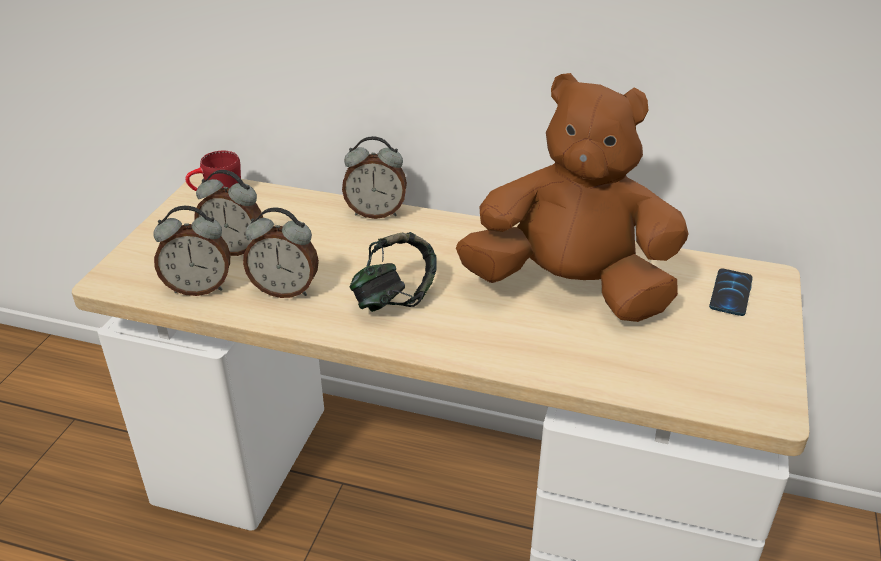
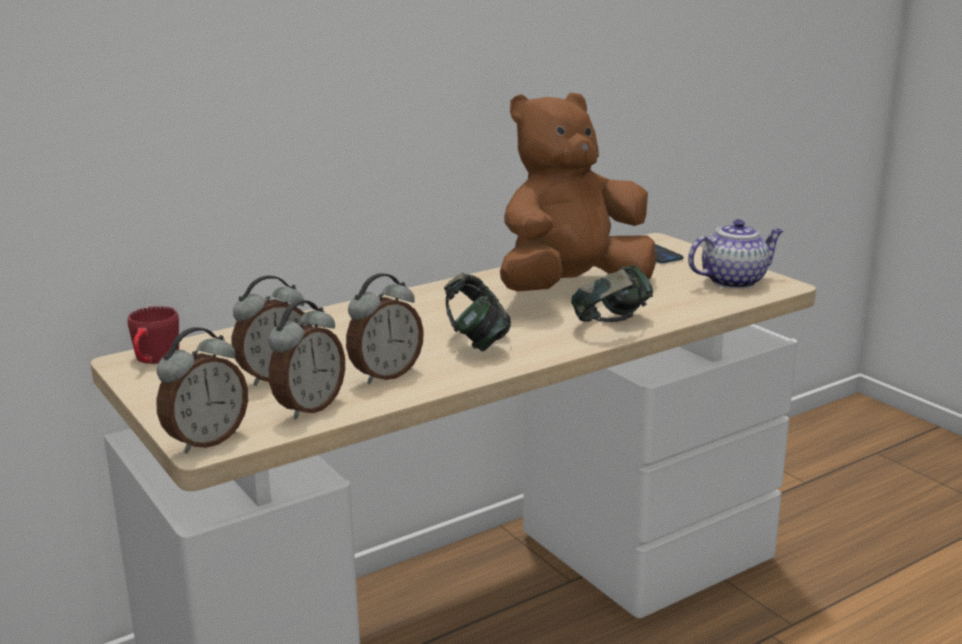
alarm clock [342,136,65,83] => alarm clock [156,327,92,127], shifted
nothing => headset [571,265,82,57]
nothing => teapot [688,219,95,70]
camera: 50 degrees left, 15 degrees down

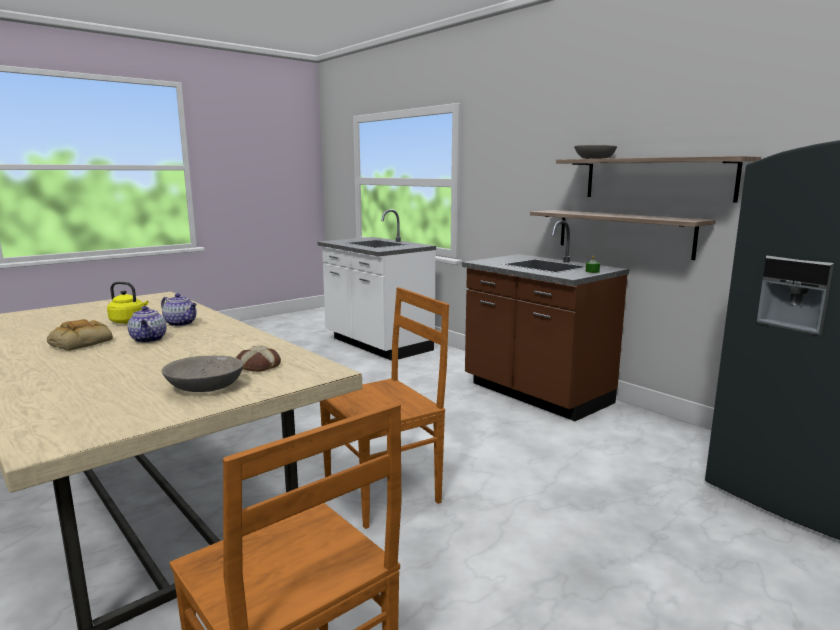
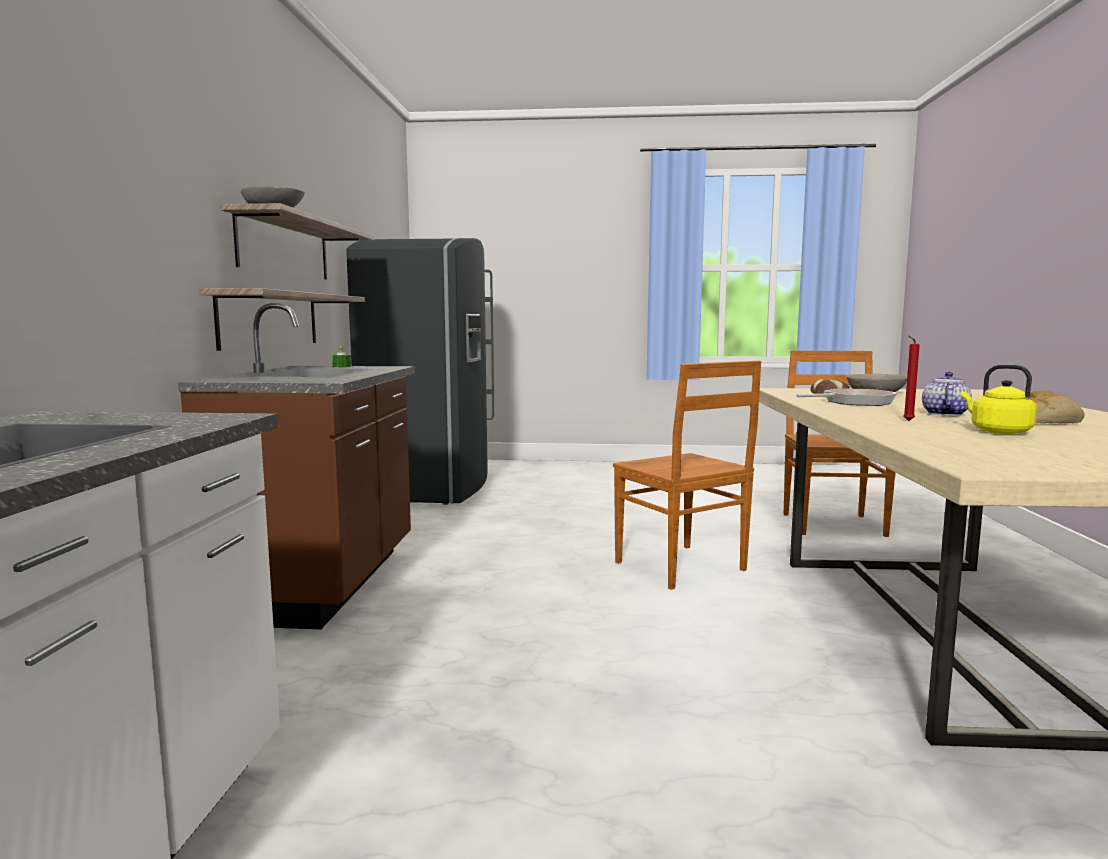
teapot [161,293,36,33] => red-coloured wax candle [903,335,17,86]
brown-coloured chair [320,287,129,242] => brown-coloured chair [613,361,148,229], 135 degrees counterclockwise
nothing => pan [796,388,101,18]
camera: 135 degrees left, 5 degrees down

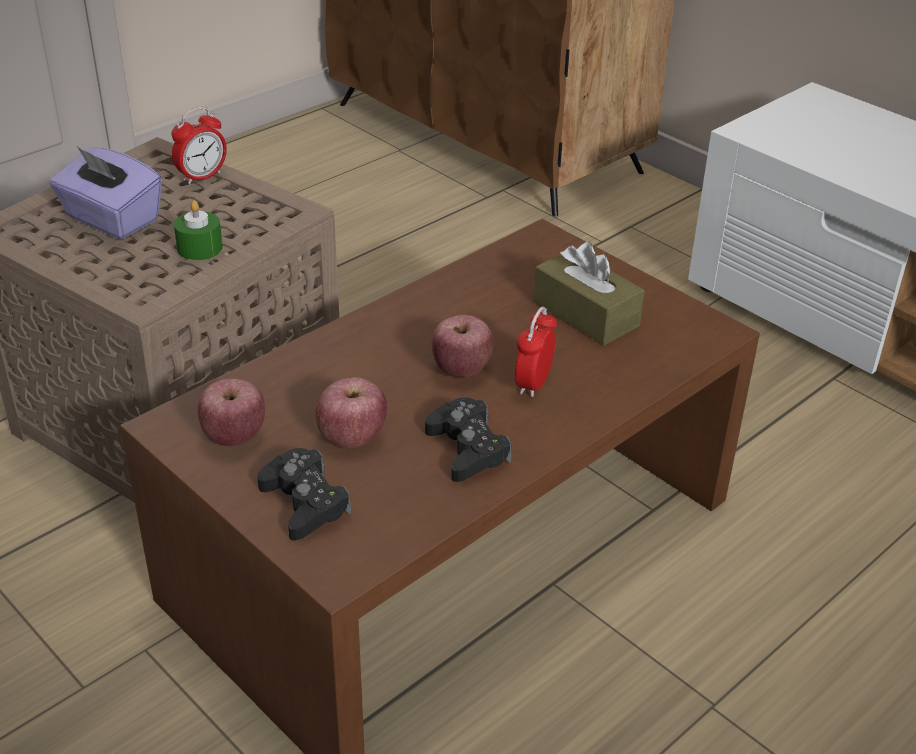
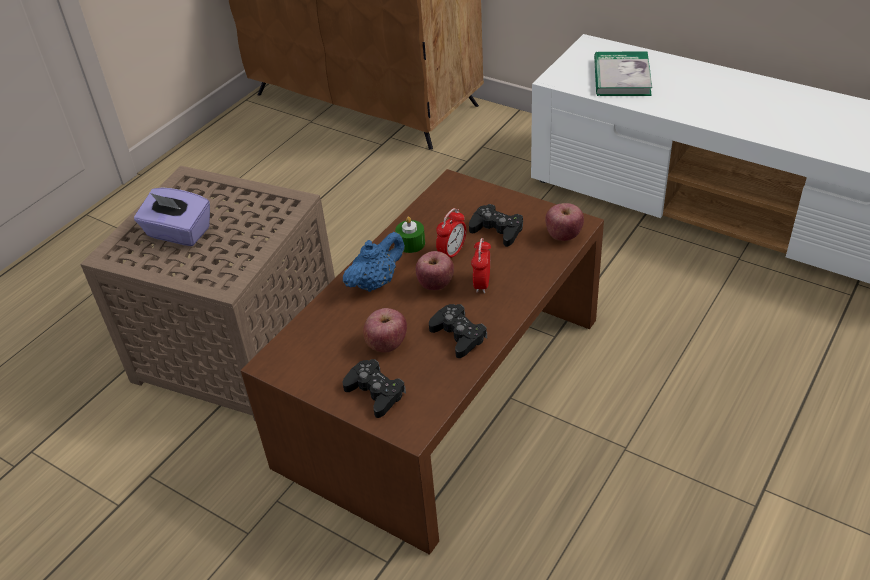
alarm clock [171,107,56,78] => alarm clock [436,208,30,50], shifted
green-coloured wax candle [174,201,49,59] => green-coloured wax candle [395,217,30,36], shifted
apple [198,378,67,68] => apple [545,203,39,38], shifted
brown-coloured box of tissues [534,242,110,104] => black gamepad [469,204,54,43]
nothing => blue teapot [343,232,62,60]
nothing => book [594,51,58,45]
camera: 10 degrees left, 5 degrees up

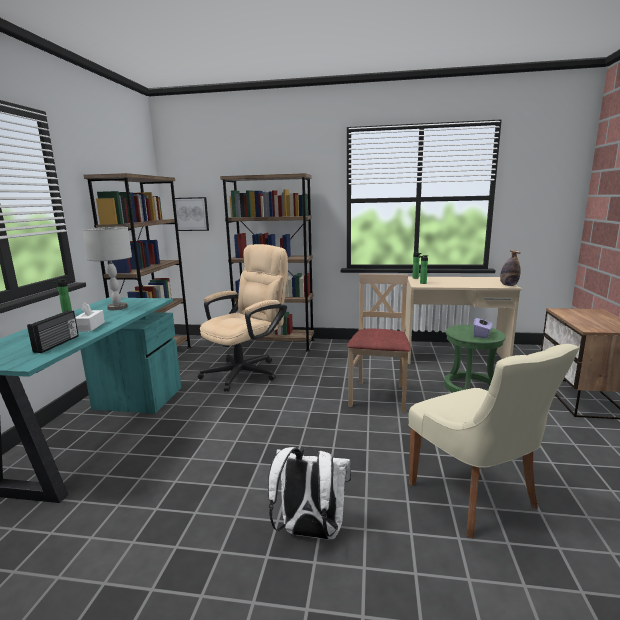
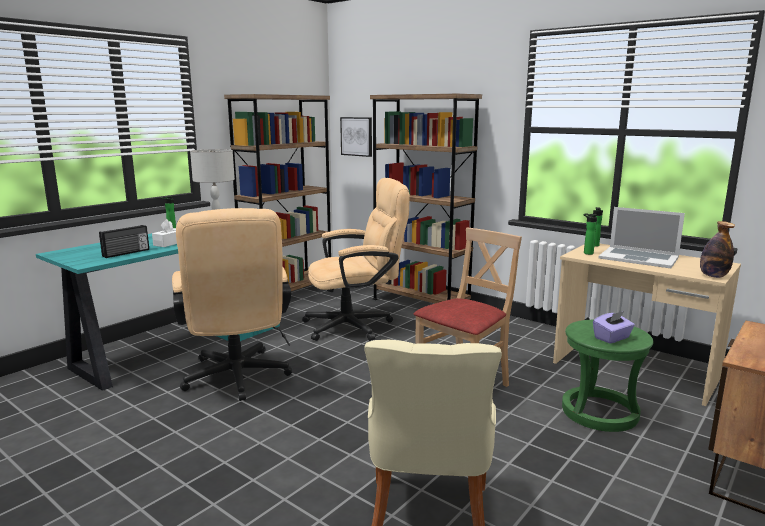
whitish knapsack [268,447,83,93] => nothing
nothing => sand-coloured desk chair [172,208,120,193]
nothing => portable computer [598,207,87,61]
camera: 30 degrees right, 0 degrees up

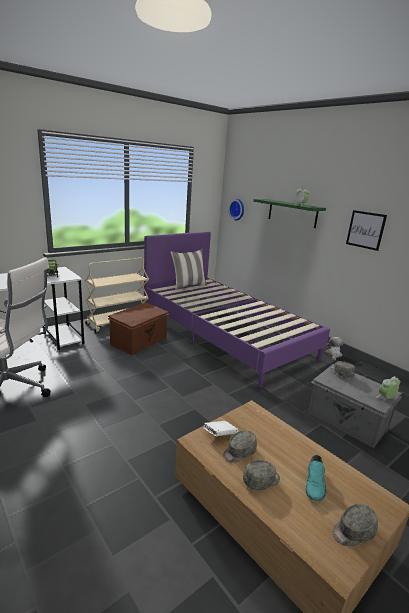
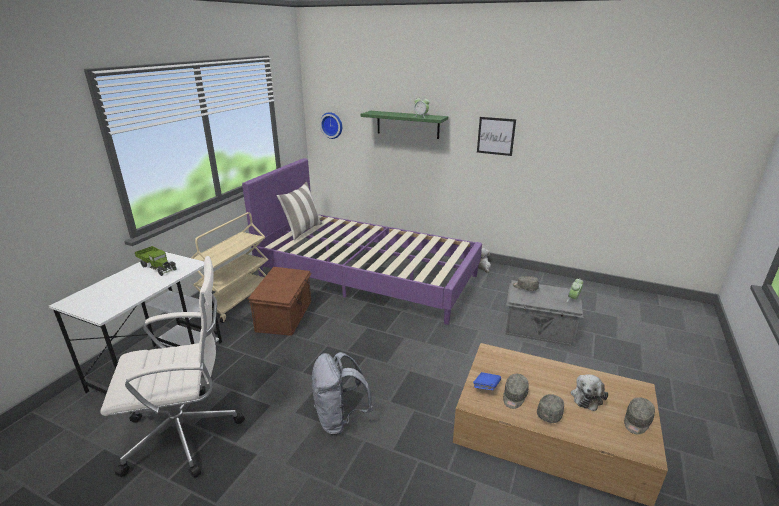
whitish book [204,421,34,15] => blue book [473,372,28,18]
blue-green item of footwear [305,455,22,46] => cuddly toy [570,374,38,37]
nothing => gray knapsack [311,352,62,83]
camera: 25 degrees left, 5 degrees up

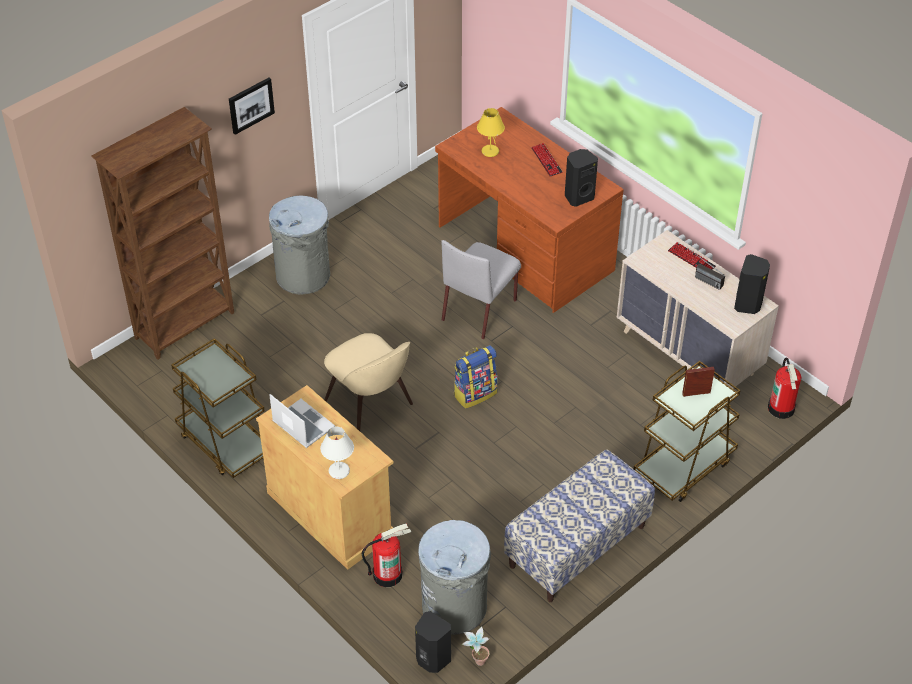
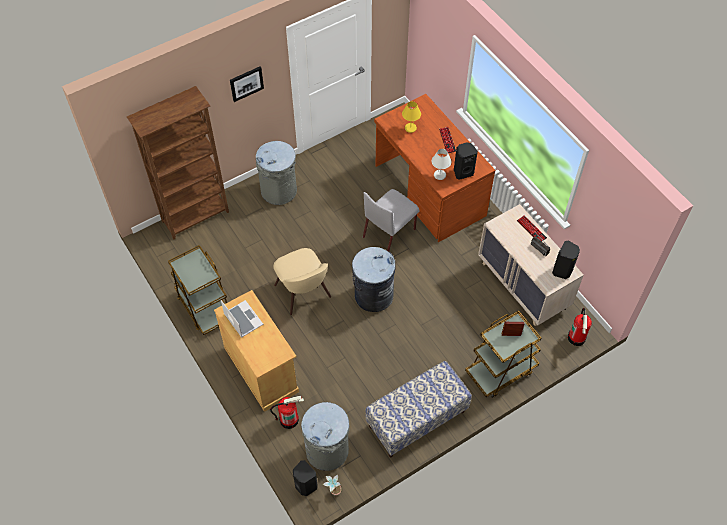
whitish lamp for a table [320,427,34,52] => whitish lamp for a table [431,149,20,31], shifted
knapsack [454,345,44,64] => gray waste bin [352,247,44,65]
camera: 10 degrees right, 10 degrees up

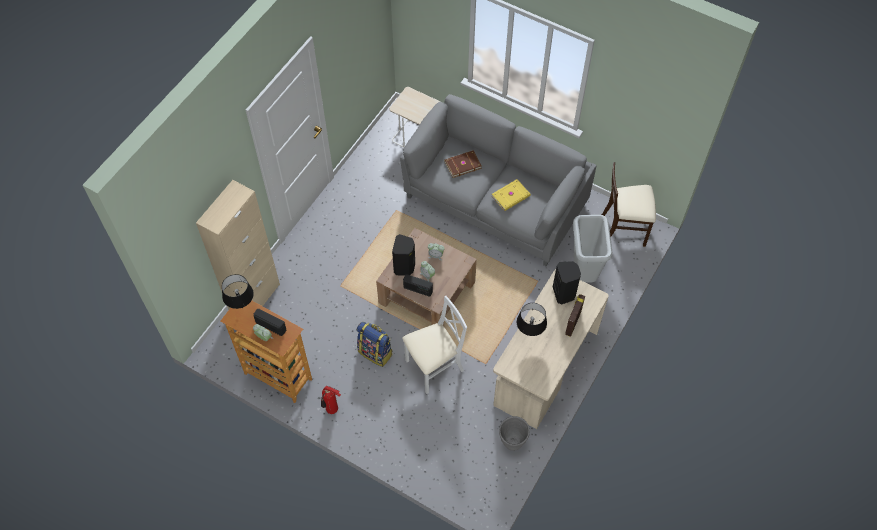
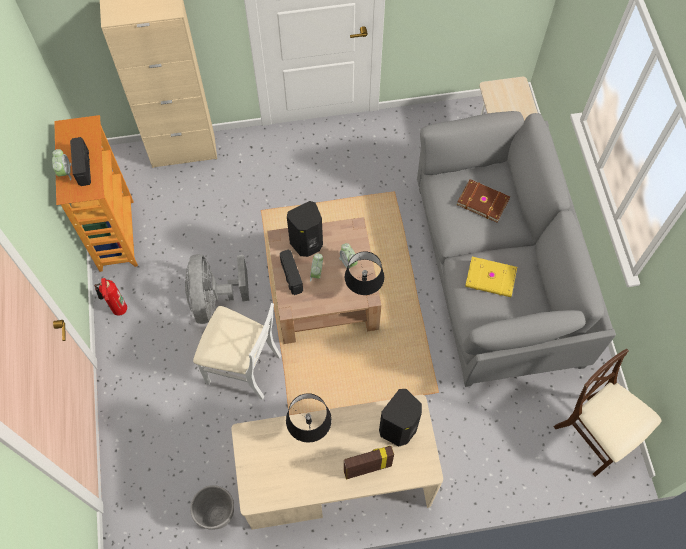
black lamp for a table [222,274,32,35] => black lamp for a table [345,251,39,44], shifted
knapsack [357,322,36,45] => gray cooling fan [185,254,64,70]
gray waste bin [573,215,39,68] => nothing
camera: 50 degrees right, 5 degrees up

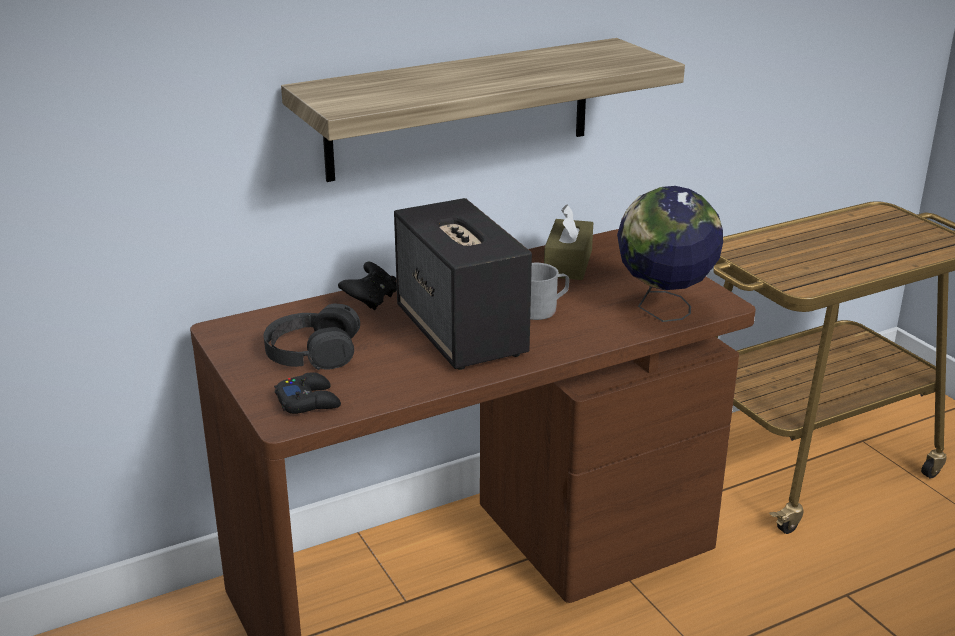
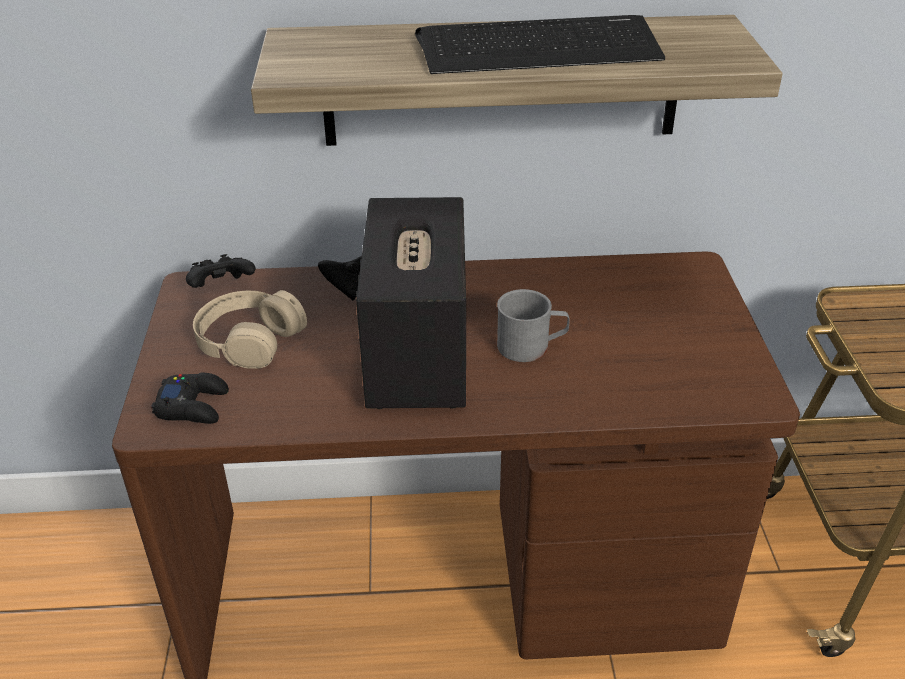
black headset [264,303,96,67] => sand-coloured headset [193,290,114,79]
brown-coloured box of tissues [544,204,49,76] => nothing
desk globe [617,186,106,136] => nothing
nothing => black gamepad [186,254,70,34]
nothing => keyboard [415,15,250,59]
camera: 25 degrees right, 10 degrees up

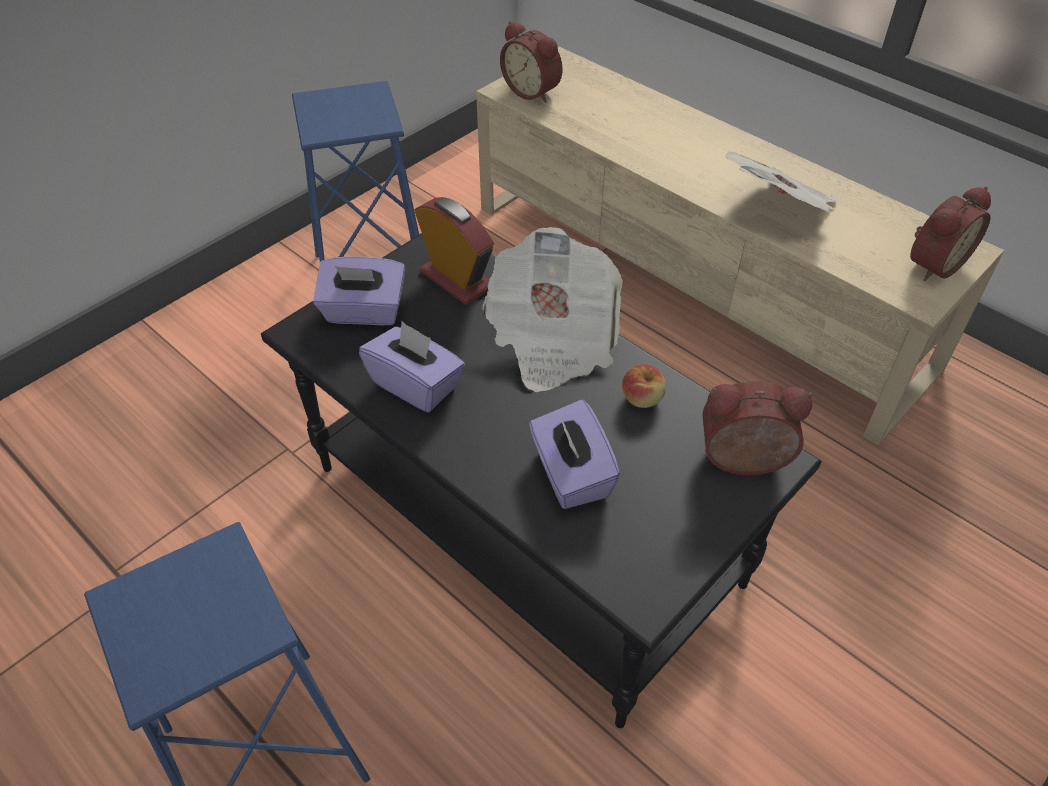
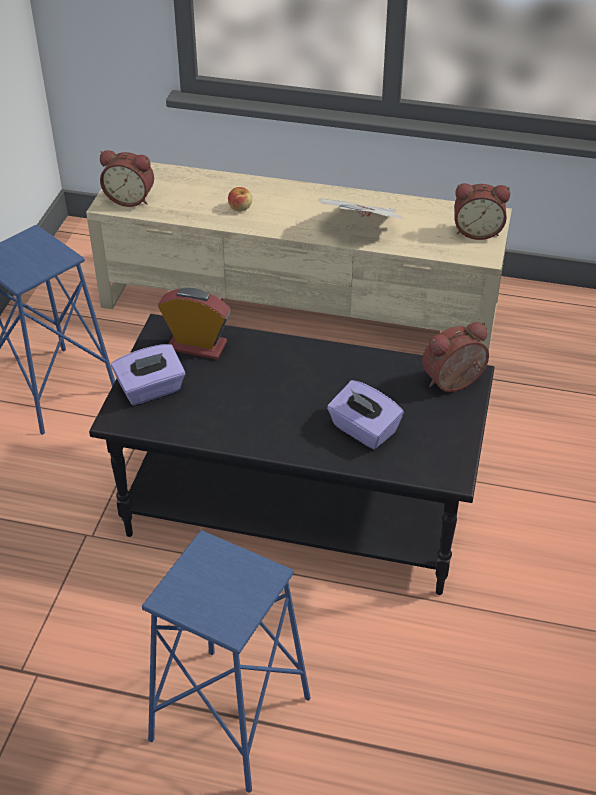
purplish box of tissues [359,321,106,92] => nothing
printed paper [482,227,141,165] => nothing
apple [622,364,44,44] => apple [228,187,24,25], shifted
alarm clock [910,187,81,94] => alarm clock [455,183,55,57], 75 degrees clockwise
camera: 30 degrees left, 5 degrees down

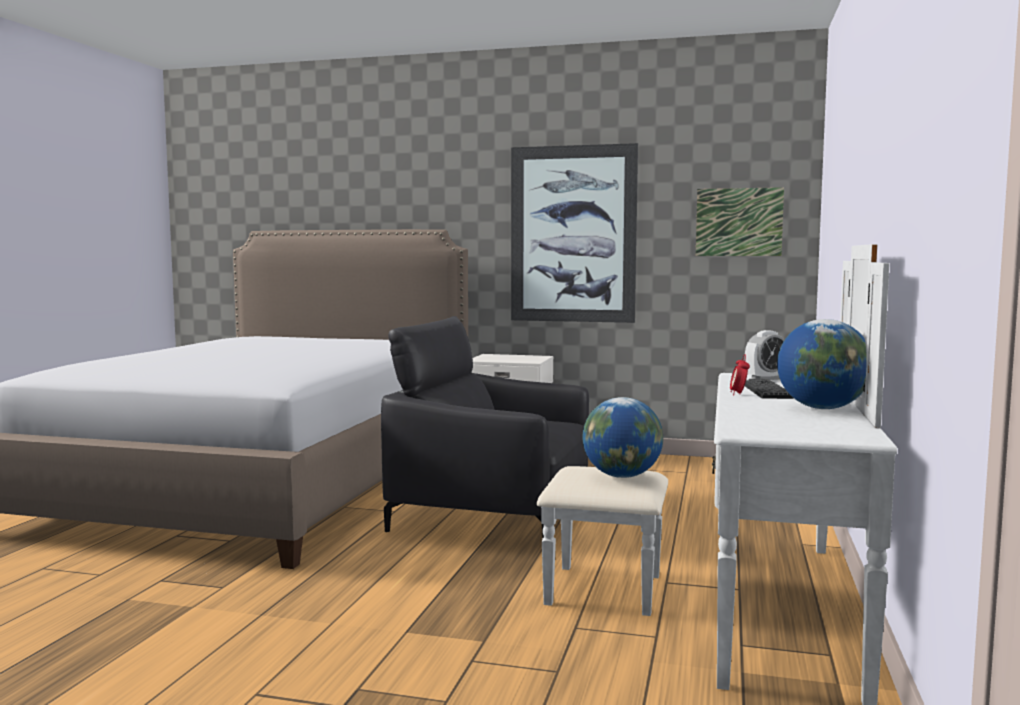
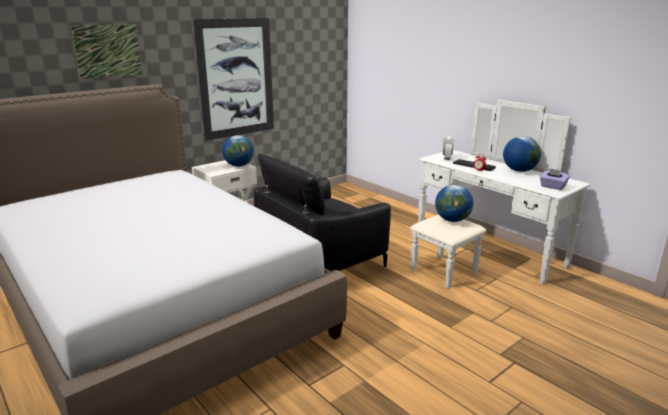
wall art [696,187,88,69] => wall art [71,24,71,55], shifted
nothing => desk globe [222,135,32,32]
nothing => purplish box of tissues [540,168,30,22]
camera: 55 degrees left, 15 degrees up

